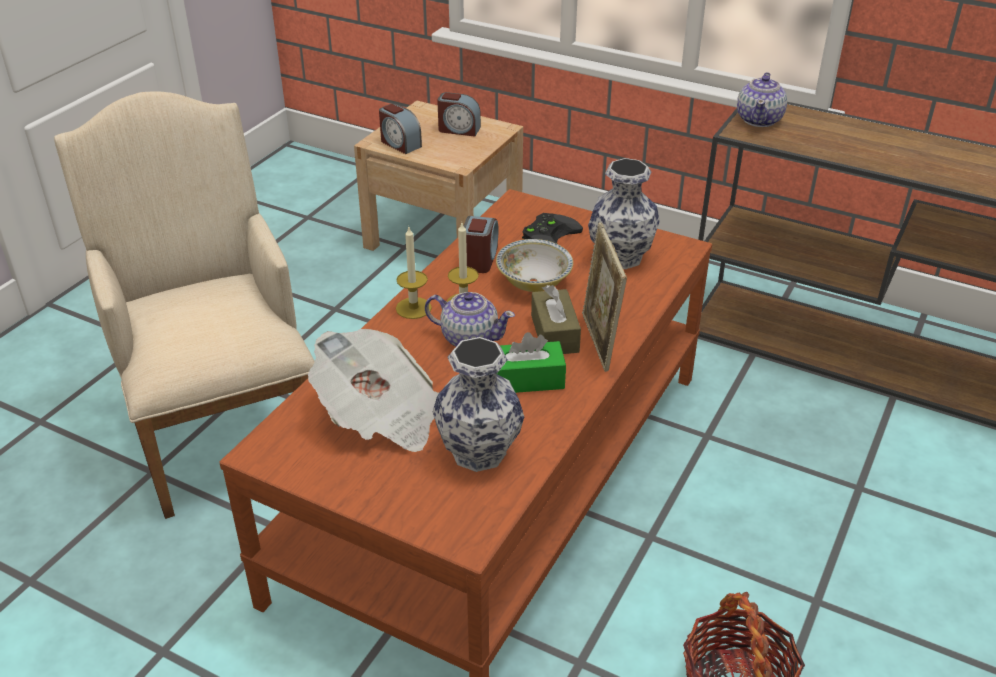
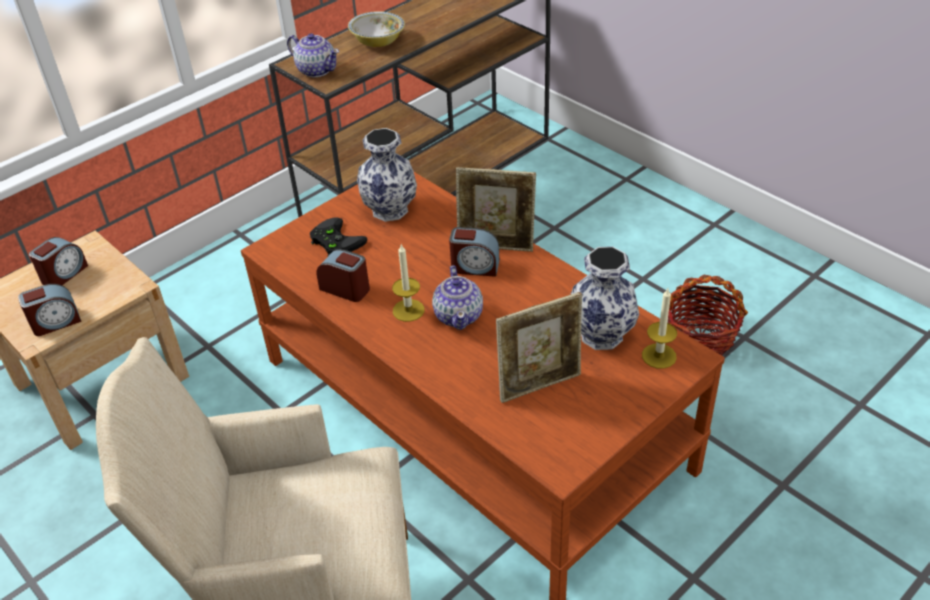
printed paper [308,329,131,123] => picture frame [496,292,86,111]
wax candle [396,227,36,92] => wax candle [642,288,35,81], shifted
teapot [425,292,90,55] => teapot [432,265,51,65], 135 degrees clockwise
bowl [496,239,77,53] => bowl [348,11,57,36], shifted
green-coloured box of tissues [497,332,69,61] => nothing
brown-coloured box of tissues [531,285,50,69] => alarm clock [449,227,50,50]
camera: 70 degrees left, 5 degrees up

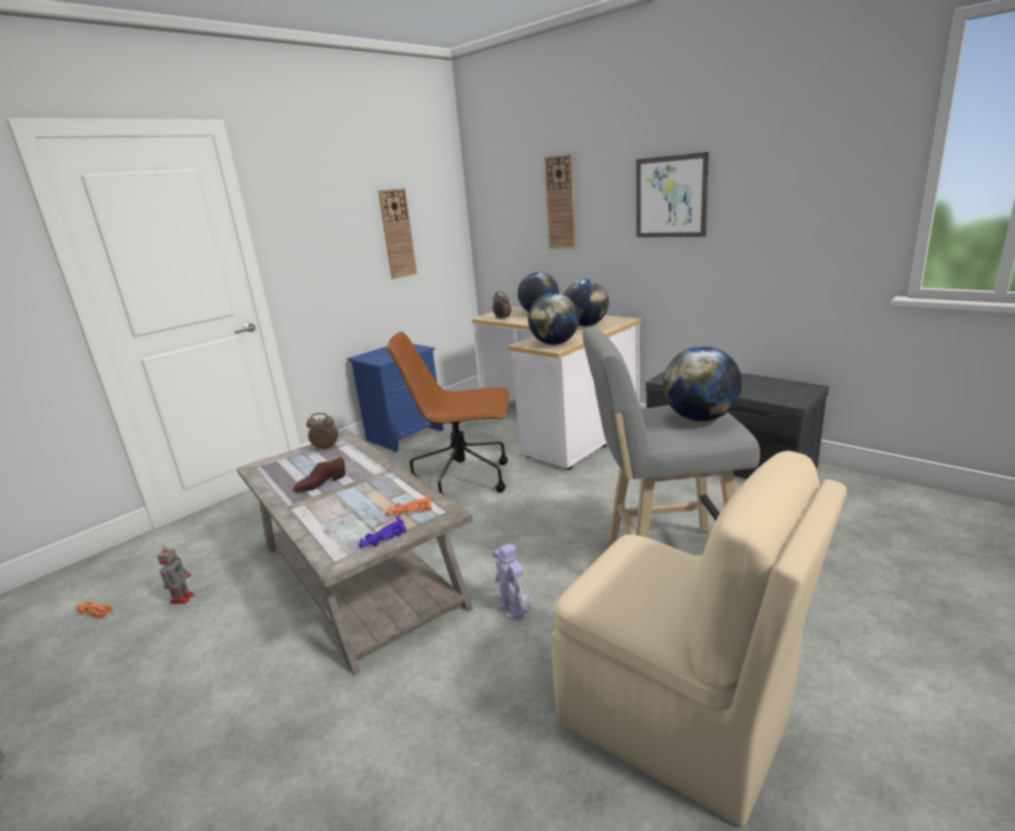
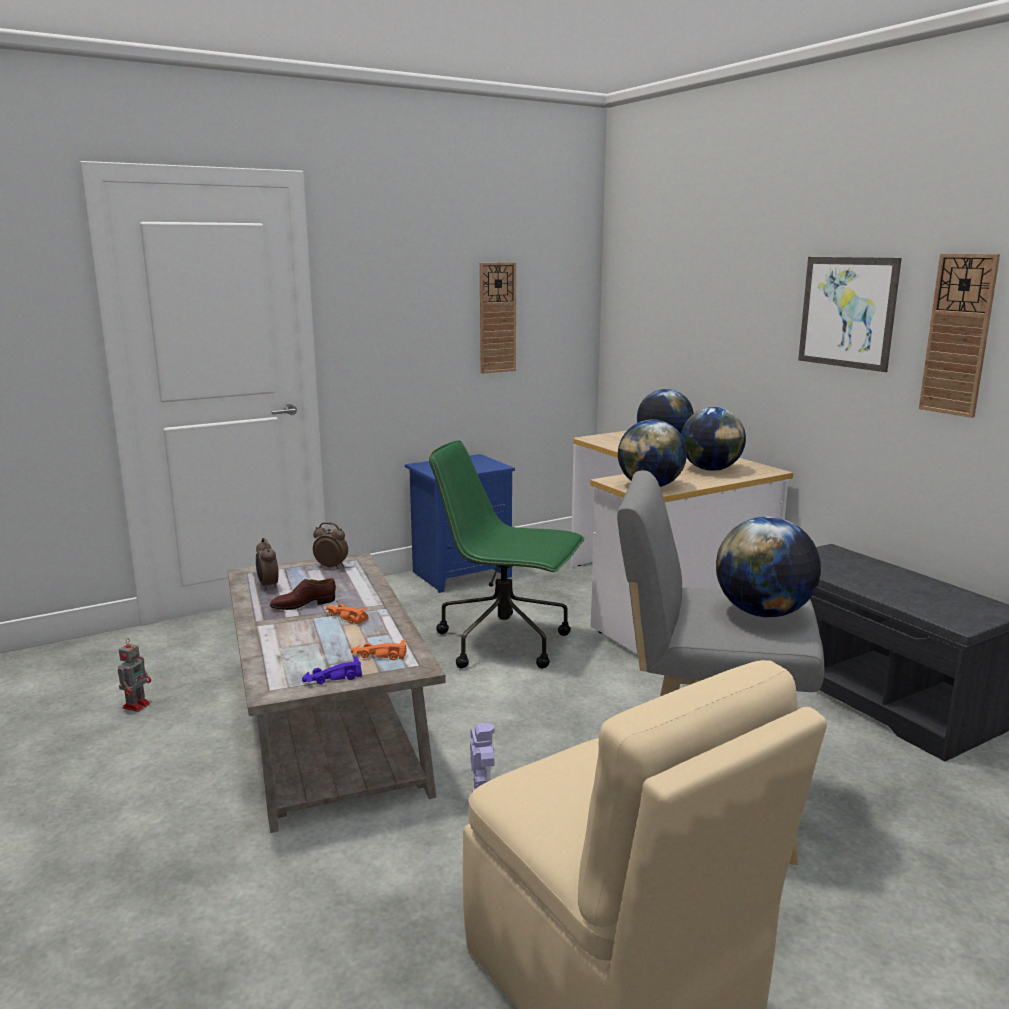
orange toy car [75,601,38,17] => orange toy car [325,604,43,20], shifted
brown-coloured desk chair [387,331,122,164] => green-coloured desk chair [429,440,155,228]
alarm clock [492,291,19,29] => alarm clock [256,538,23,52], shifted
hanging clock [544,154,32,94] => hanging clock [919,254,81,164], shifted
camera: 15 degrees right, 5 degrees down

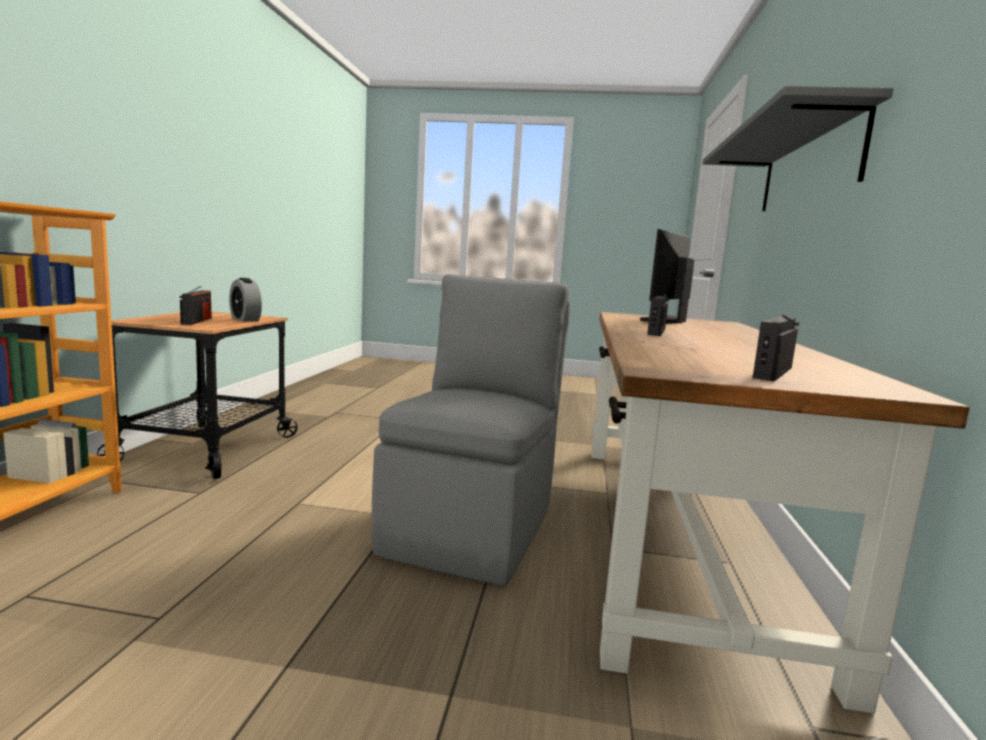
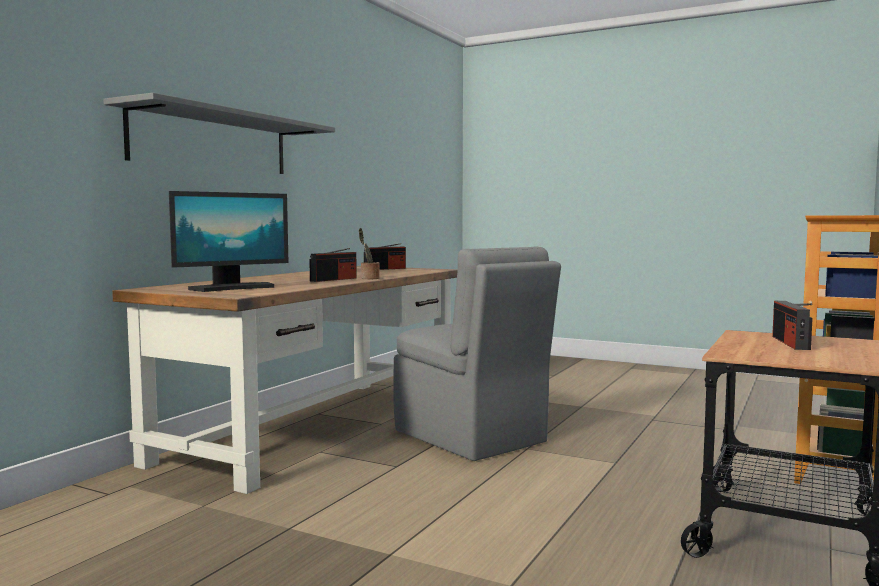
alarm clock [229,278,33,43] => nothing
gray chair [372,274,198,312] => gray chair [393,247,168,214], 75 degrees counterclockwise
nothing => houseplant [359,228,21,51]
camera: 160 degrees left, 5 degrees down

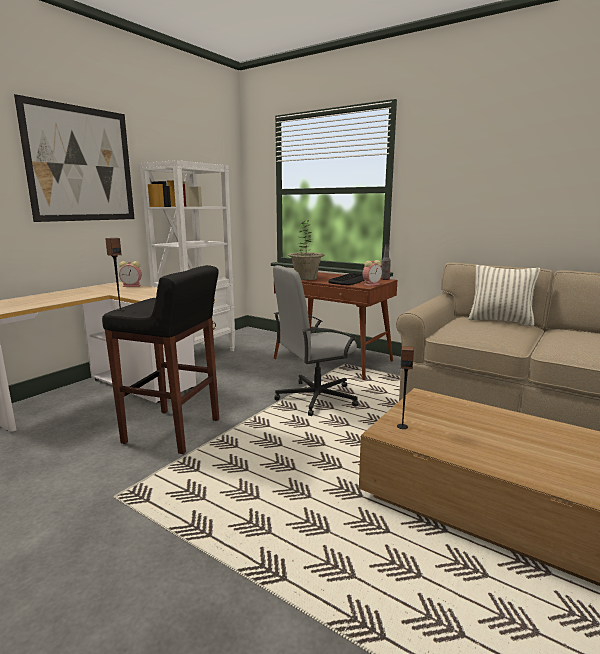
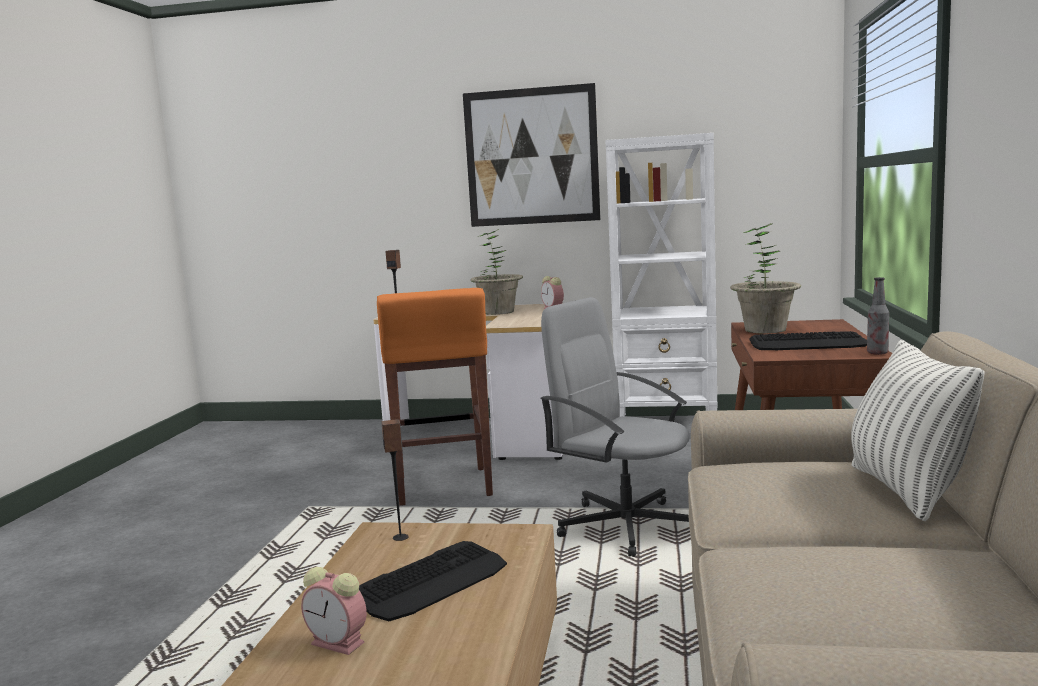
black stool seat [102,265,117,189] => orange stool seat [377,288,116,218]
alarm clock [362,260,20,26] => alarm clock [301,567,66,88], shifted
nothing => keyboard [359,541,148,80]
nothing => houseplant [470,229,53,86]
camera: 65 degrees right, 5 degrees down

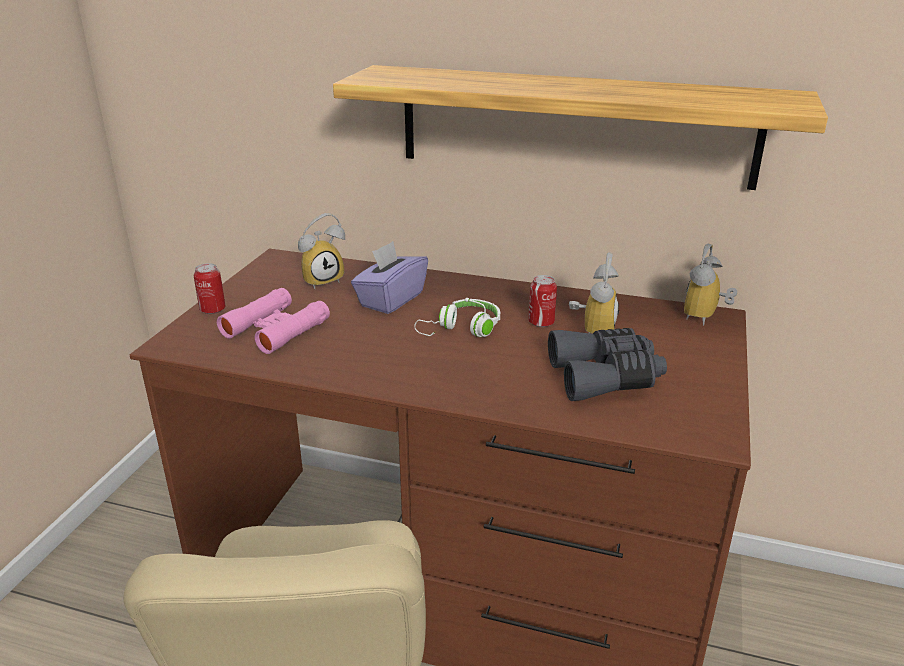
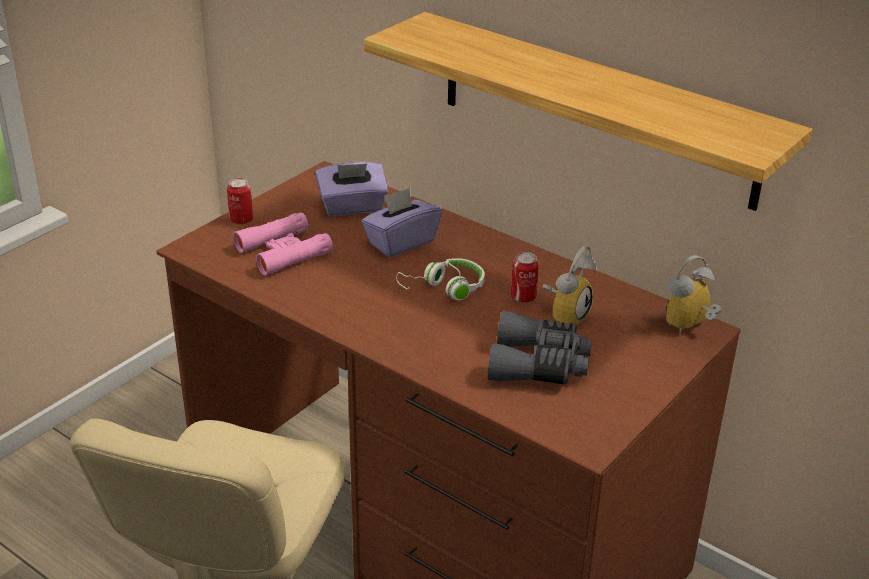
alarm clock [298,213,47,76] => purplish box of tissues [315,162,73,54]
camera: 20 degrees right, 5 degrees up

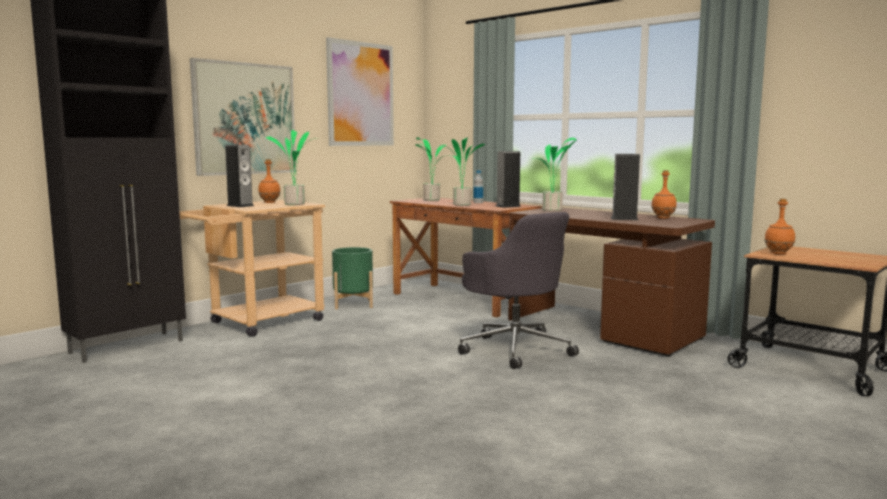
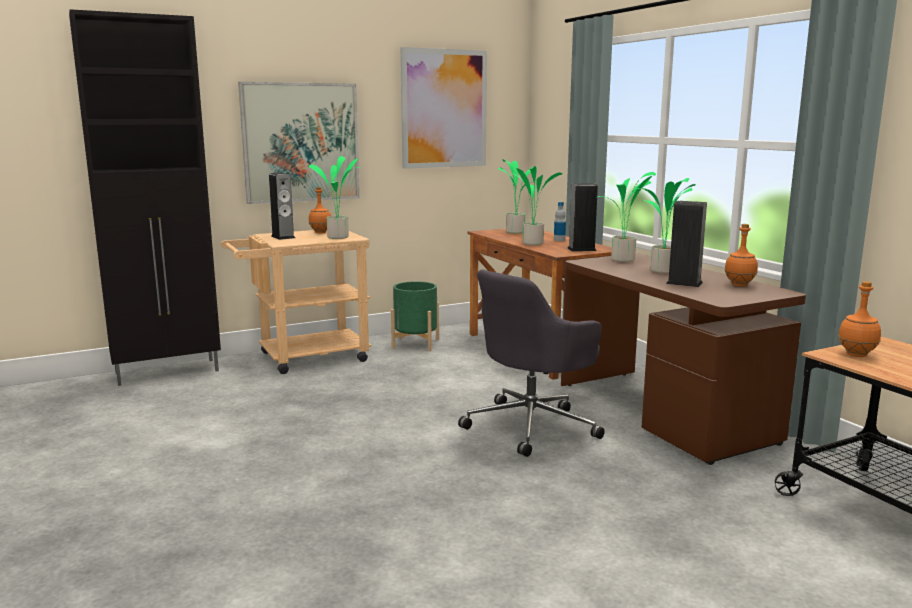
gray desk chair [458,212,121,157] => gray desk chair [458,270,147,187], 60 degrees clockwise
nothing => houseplant [637,178,58,96]
camera: 20 degrees right, 5 degrees up

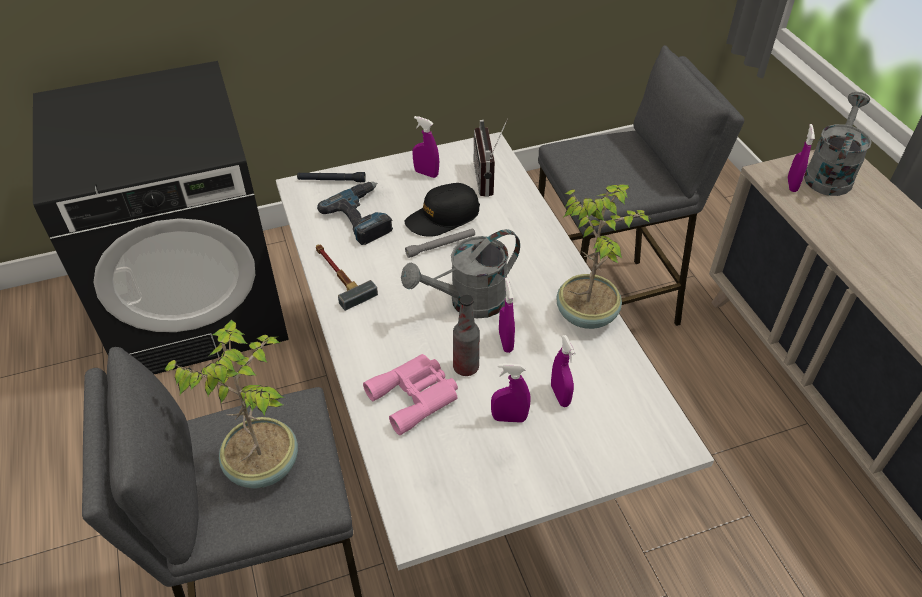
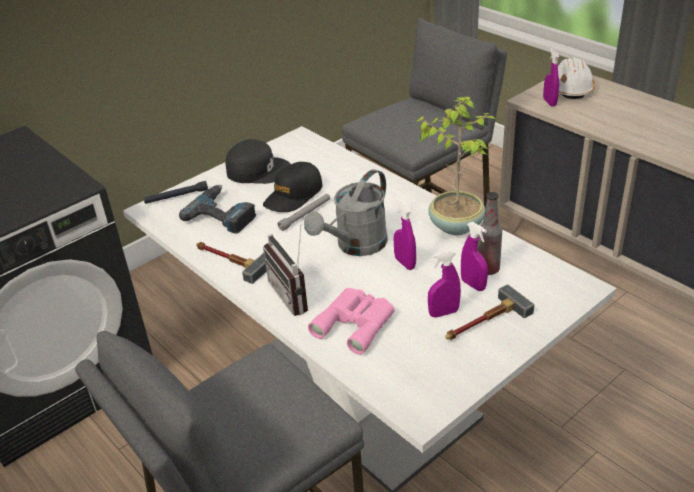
houseplant [164,320,134,169] => nothing
purplish sprayer [413,116,26,62] => black baseball cap [226,139,65,45]
beverage bottle [453,295,27,81] => beverage bottle [477,192,25,83], shifted
radio [474,118,34,79] => radio [263,224,45,92], shifted
gray sprinkling can [804,92,68,104] => whitish work helmet [558,57,37,42]
nothing => hammer [445,284,89,56]
camera: 20 degrees left, 10 degrees down

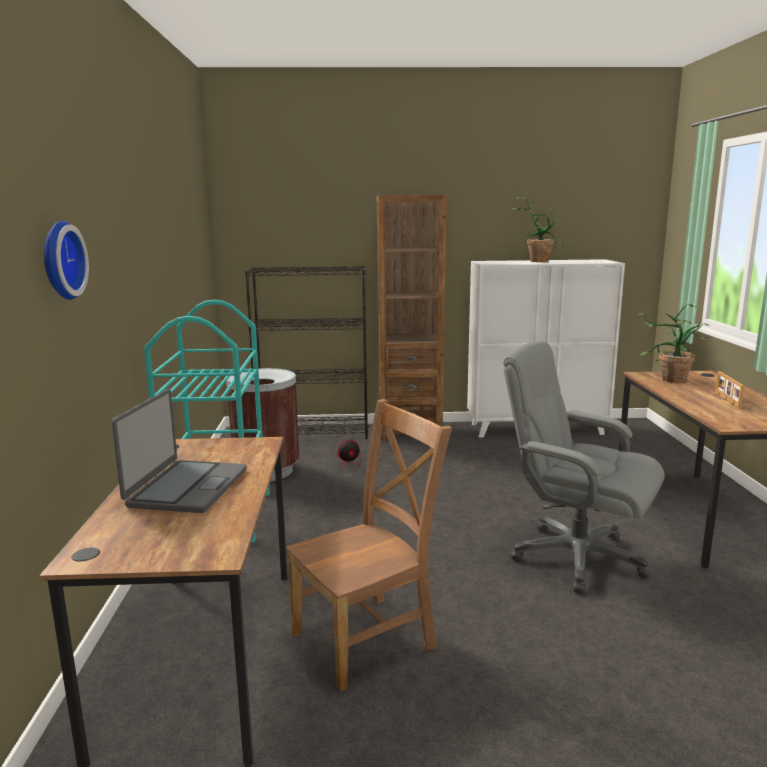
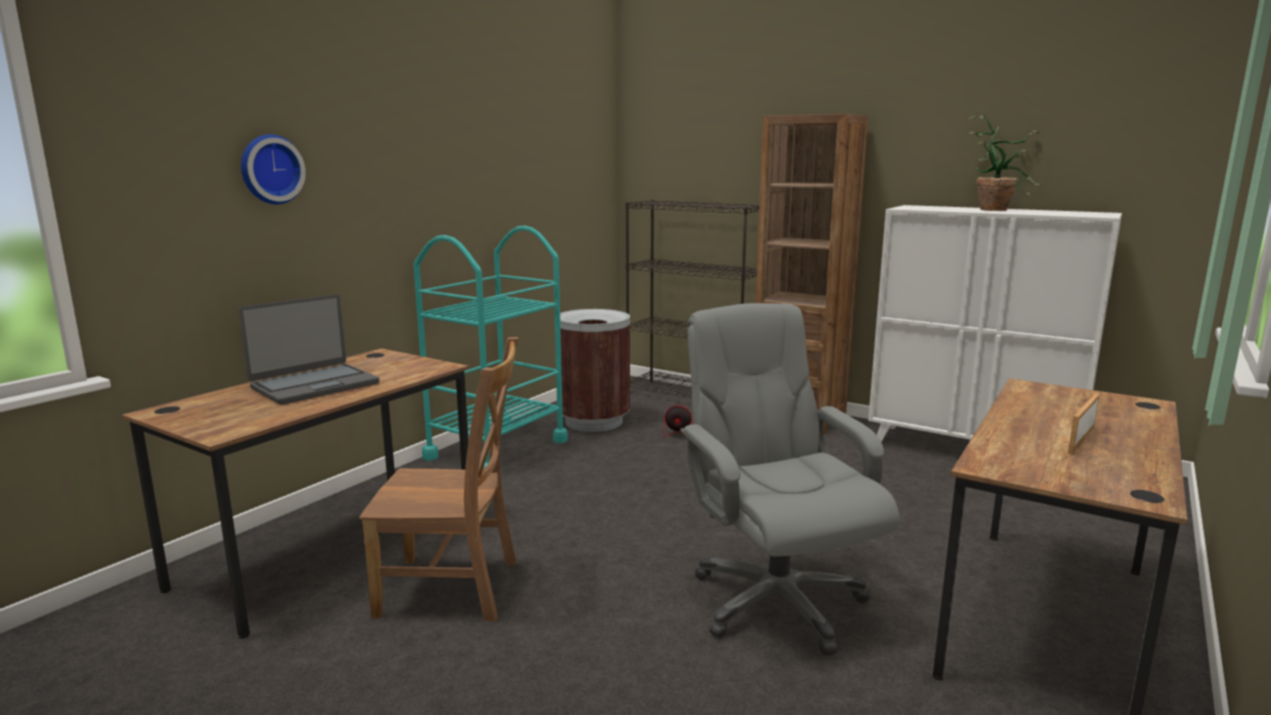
houseplant [638,304,73,79] => nothing
camera: 35 degrees right, 0 degrees up

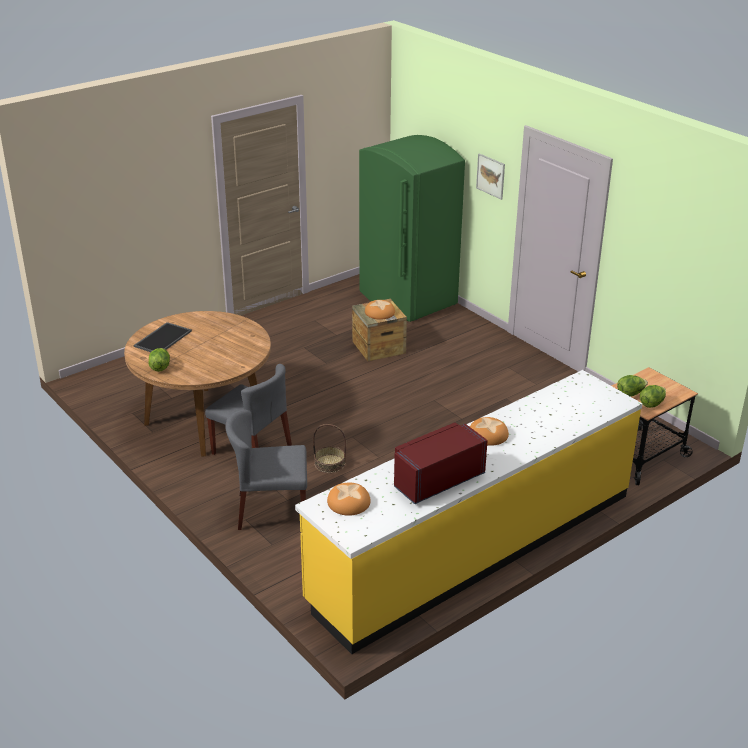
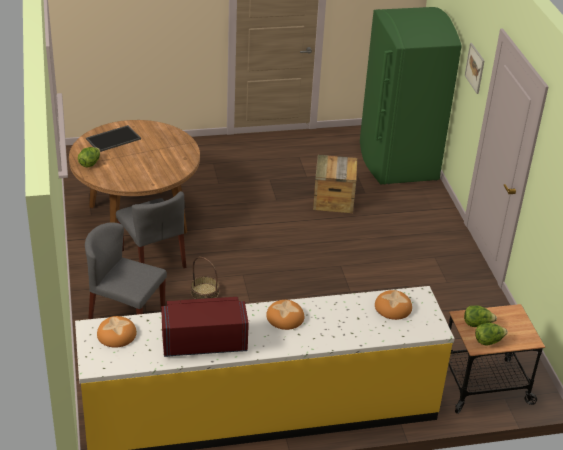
bakery bread [365,300,30,20] => bakery bread [375,290,37,30], shifted
camera: 25 degrees right, 5 degrees up

